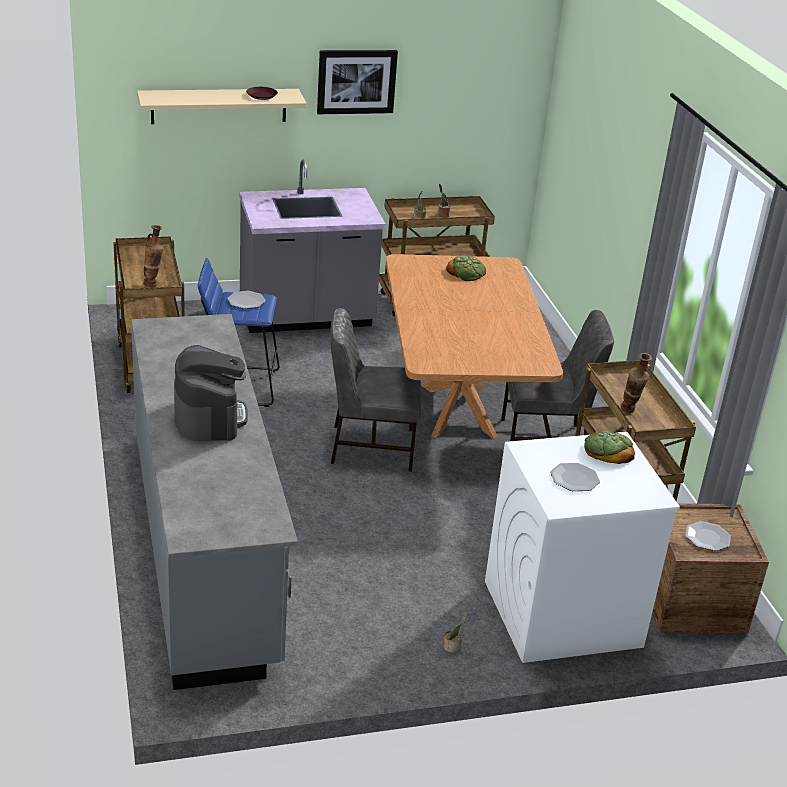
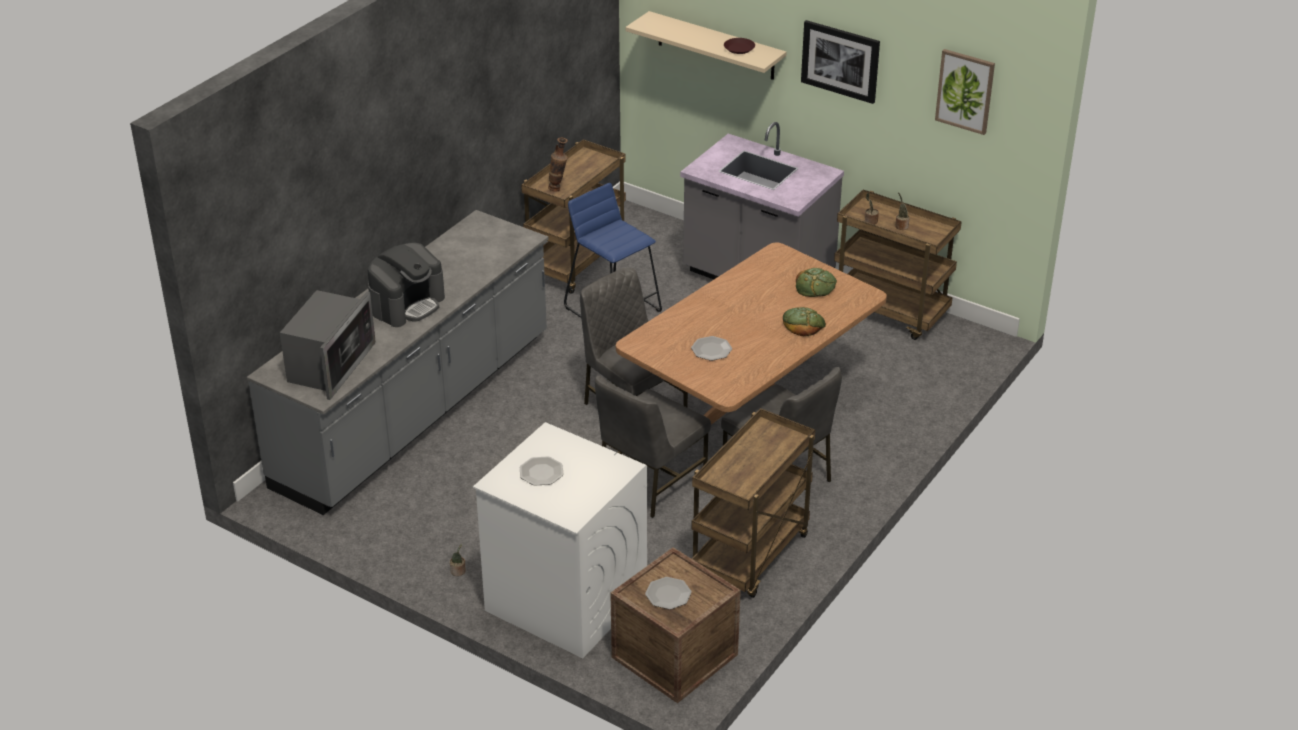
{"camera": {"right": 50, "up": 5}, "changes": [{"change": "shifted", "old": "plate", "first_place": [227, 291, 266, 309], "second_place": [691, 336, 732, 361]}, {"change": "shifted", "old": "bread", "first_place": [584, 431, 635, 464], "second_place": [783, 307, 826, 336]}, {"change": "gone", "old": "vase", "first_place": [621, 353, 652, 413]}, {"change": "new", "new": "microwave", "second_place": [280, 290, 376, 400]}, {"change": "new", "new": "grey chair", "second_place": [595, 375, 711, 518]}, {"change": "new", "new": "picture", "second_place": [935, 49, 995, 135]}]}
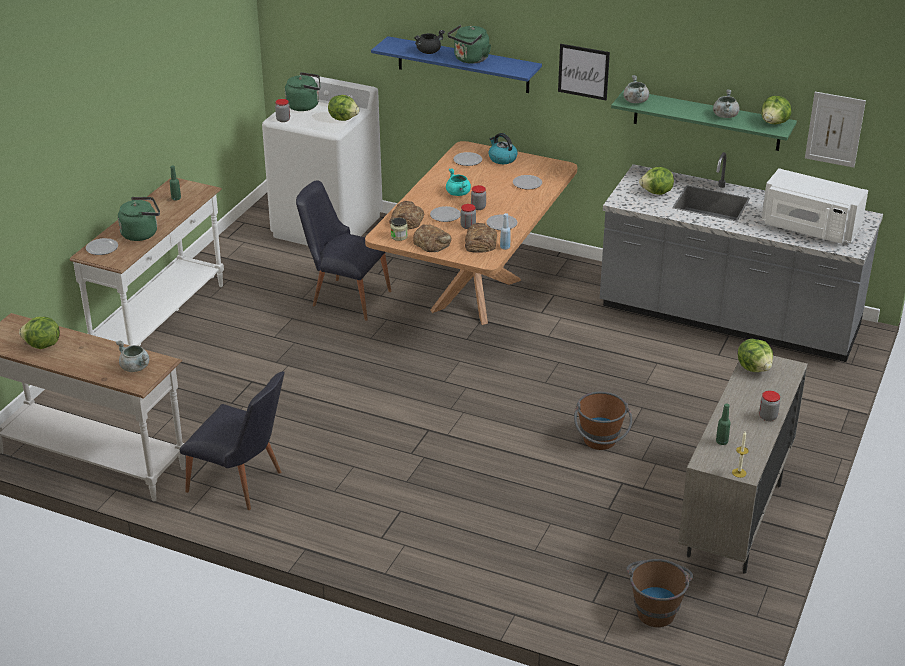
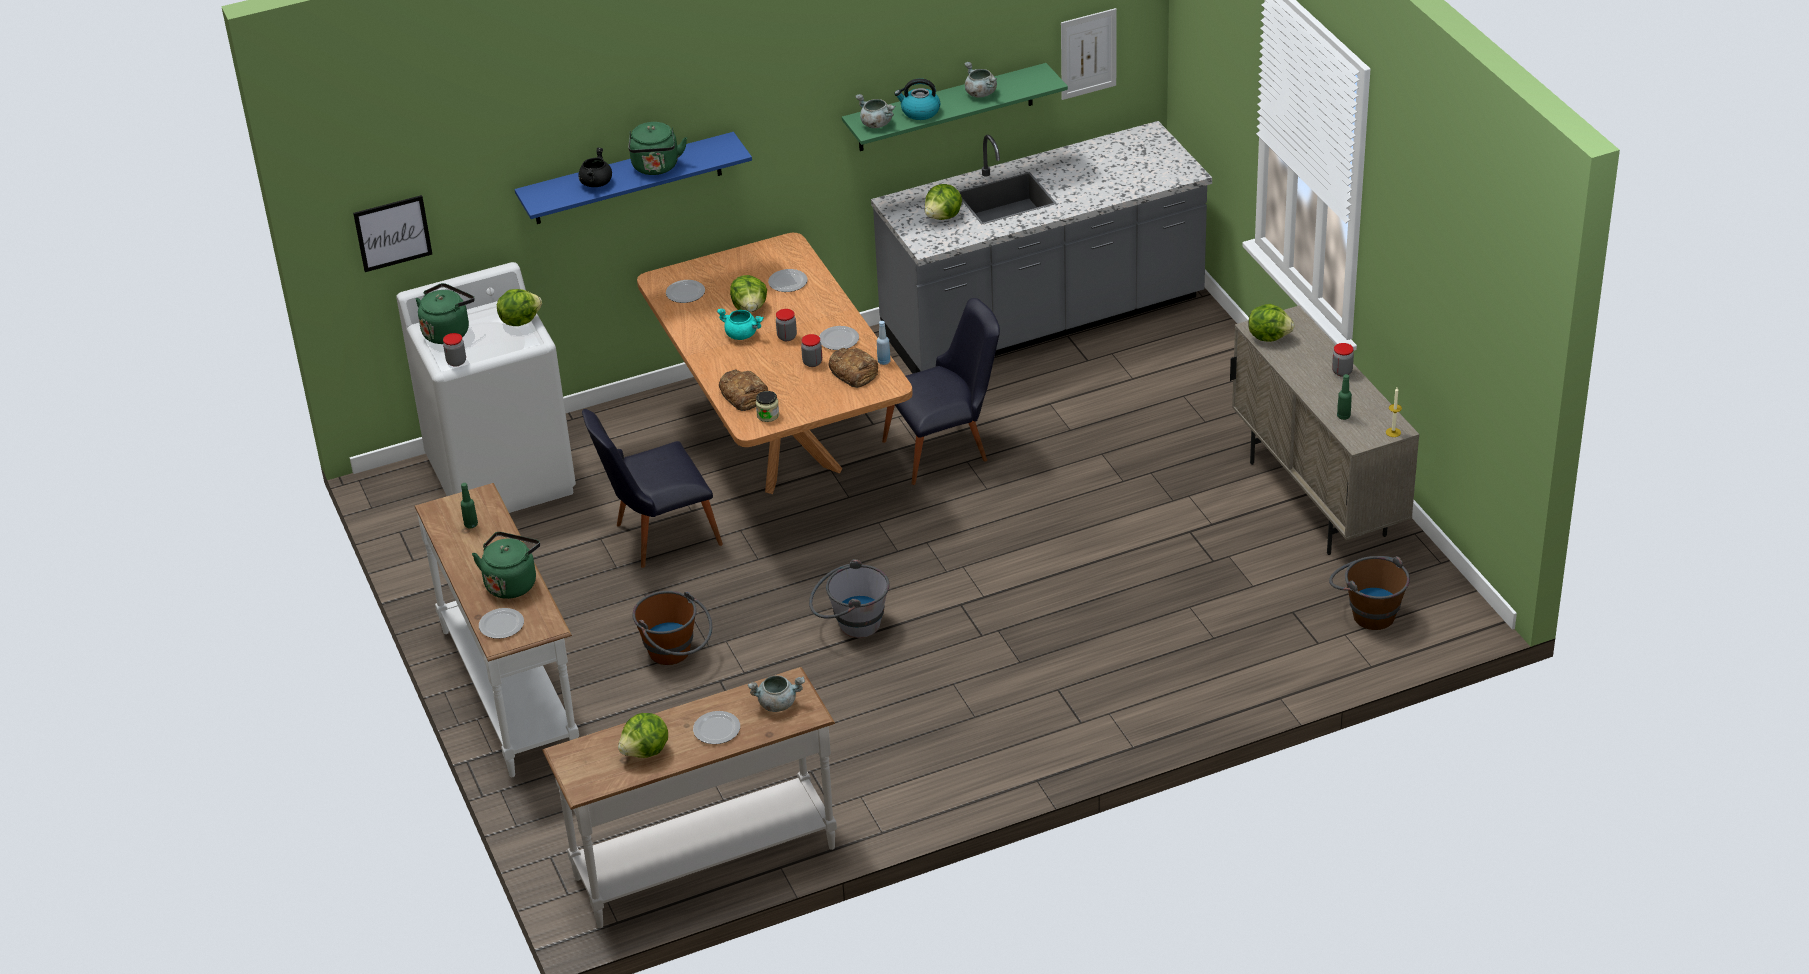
{"camera": {"right": -45, "up": 5}, "changes": [{"change": "shifted", "old": "black chair", "first_place": [180, 371, 285, 510], "second_place": [882, 298, 1000, 485]}, {"change": "gone", "old": "bread", "first_place": [413, 224, 452, 252]}, {"change": "shifted", "old": "plate", "first_place": [430, 206, 461, 222], "second_place": [693, 711, 740, 744]}, {"change": "shifted", "old": "kettle", "first_place": [488, 133, 518, 164], "second_place": [894, 78, 940, 120]}, {"change": "shifted", "old": "picture", "first_place": [558, 44, 610, 100], "second_place": [353, 195, 432, 272]}, {"change": "shifted", "old": "brown bucket", "first_place": [574, 392, 632, 450], "second_place": [632, 591, 712, 665]}, {"change": "gone", "old": "white microwave", "first_place": [761, 168, 868, 244]}, {"change": "shifted", "old": "lettuce", "first_place": [762, 96, 791, 124], "second_place": [730, 275, 767, 312]}, {"change": "new", "new": "grey bucket", "second_place": [809, 559, 890, 638]}]}
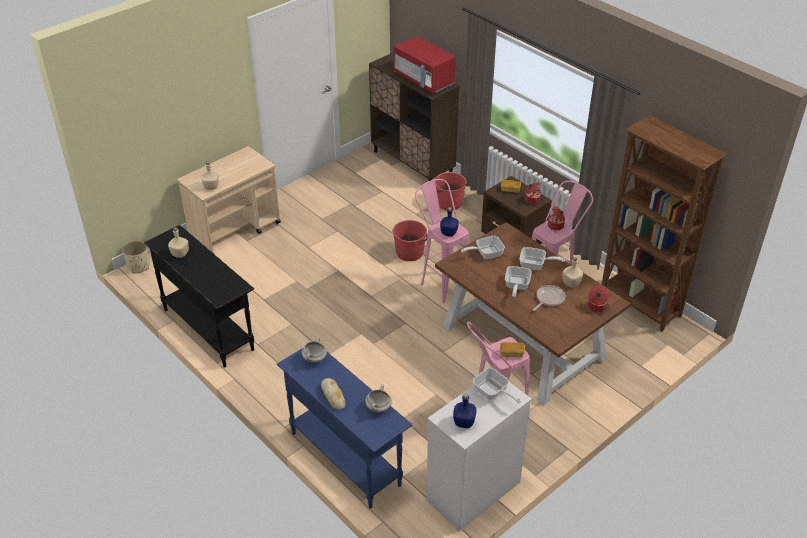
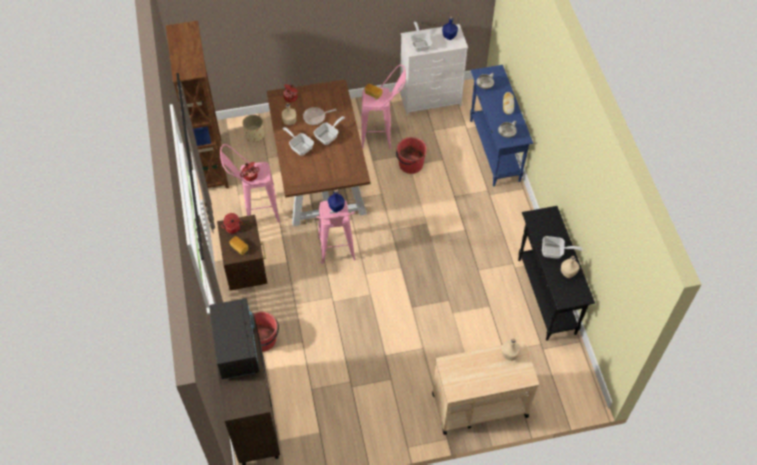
{"camera": {"right": -150, "up": 15}, "changes": [{"change": "shifted", "old": "beige planter", "first_place": [122, 241, 150, 274], "second_place": [243, 115, 264, 142]}, {"change": "shifted", "old": "red bucket", "first_place": [392, 220, 428, 261], "second_place": [396, 137, 427, 174]}, {"change": "repainted", "old": "red microwave", "new": "black microwave", "first_place": [394, 36, 456, 93], "second_place": [209, 298, 260, 380]}, {"change": "shifted", "old": "frying pan", "first_place": [461, 236, 505, 259], "second_place": [542, 236, 583, 259]}]}
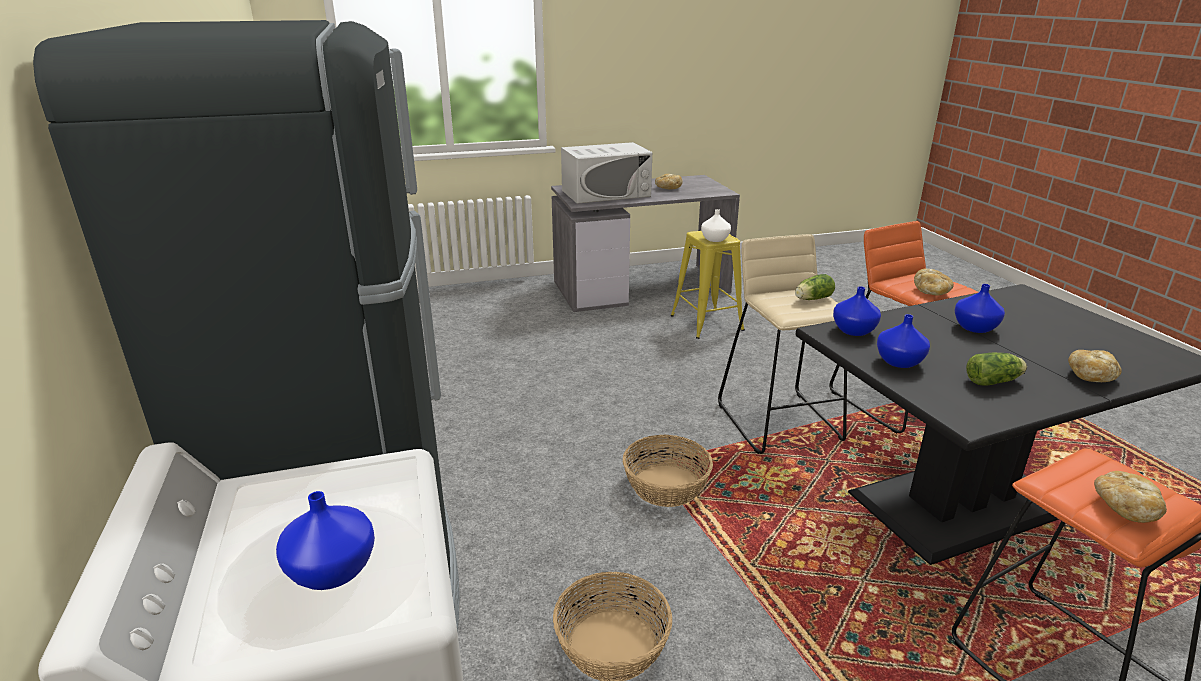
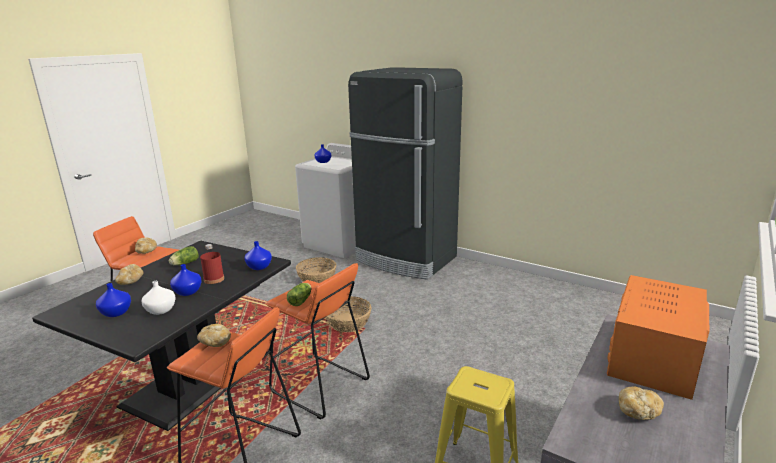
{"camera": {"right": 140, "up": -5}, "changes": [{"change": "repainted", "old": "white microwave", "new": "orange microwave", "first_place": [561, 142, 652, 204], "second_place": [607, 275, 709, 400]}, {"change": "shifted", "old": "white vase", "first_place": [701, 209, 731, 242], "second_place": [141, 281, 176, 315]}, {"change": "repainted", "old": "beige stool", "new": "orange stool", "first_place": [718, 234, 847, 454], "second_place": [266, 263, 370, 420]}, {"change": "shifted", "old": "blue vase", "first_place": [877, 314, 930, 368], "second_place": [96, 283, 131, 317]}, {"change": "new", "new": "red bottle", "second_place": [200, 244, 224, 284]}]}
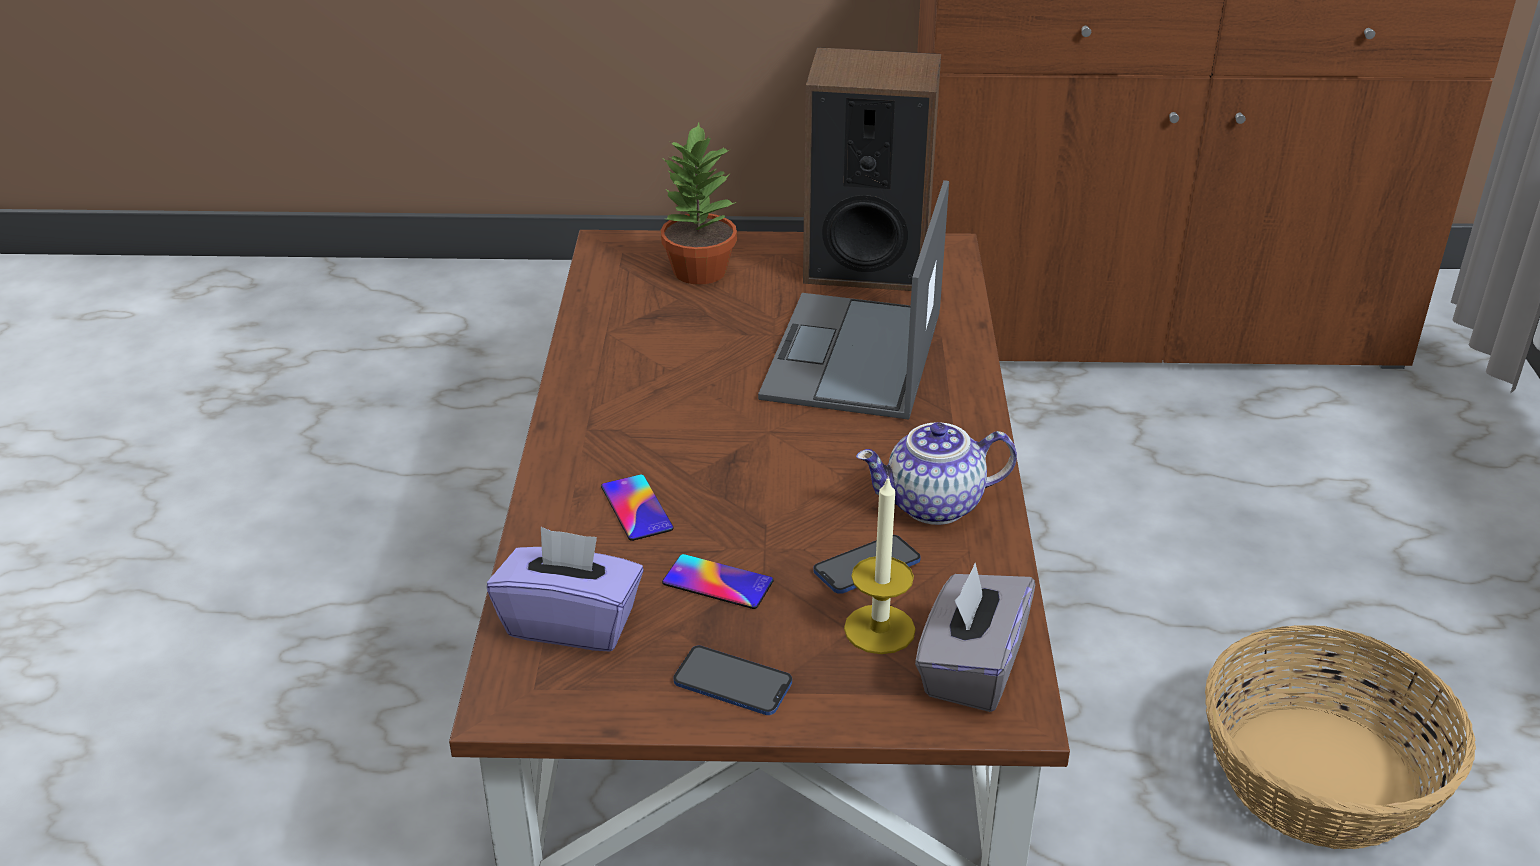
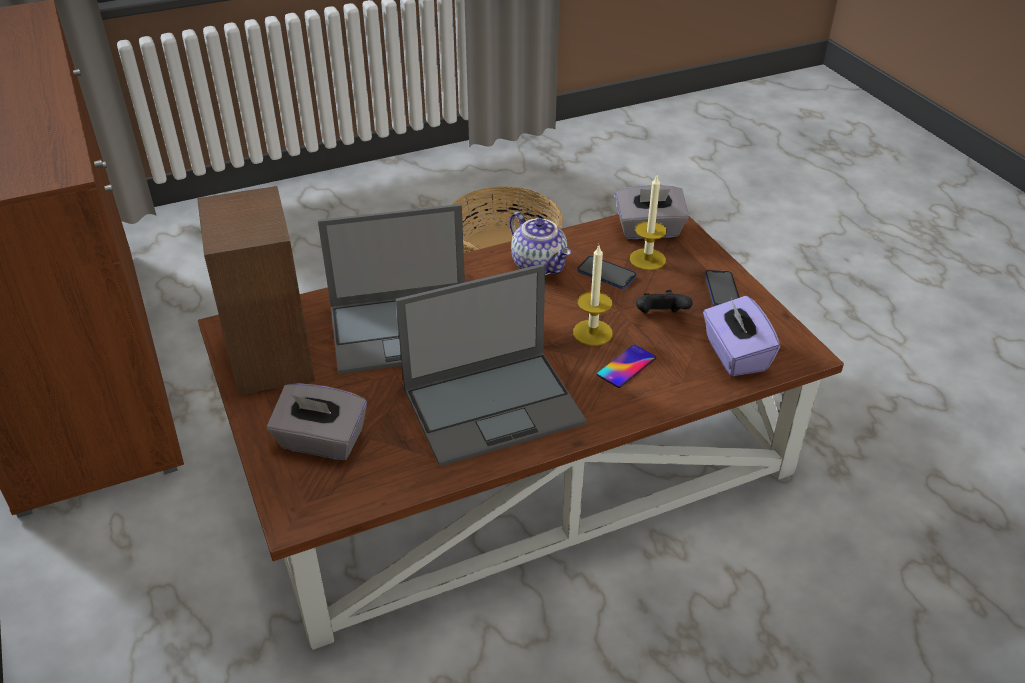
{"camera": {"right": -115, "up": 5}, "changes": [{"change": "swapped", "old": "potted plant", "new": "grey tissue box", "first_place": [661, 123, 737, 285], "second_place": [267, 383, 367, 460]}, {"change": "swapped", "old": "phone", "new": "black game controller", "first_place": [662, 554, 774, 609], "second_place": [636, 290, 693, 313]}, {"change": "new", "new": "laptop", "second_place": [395, 264, 587, 466]}, {"change": "new", "new": "candle", "second_place": [573, 245, 613, 346]}]}
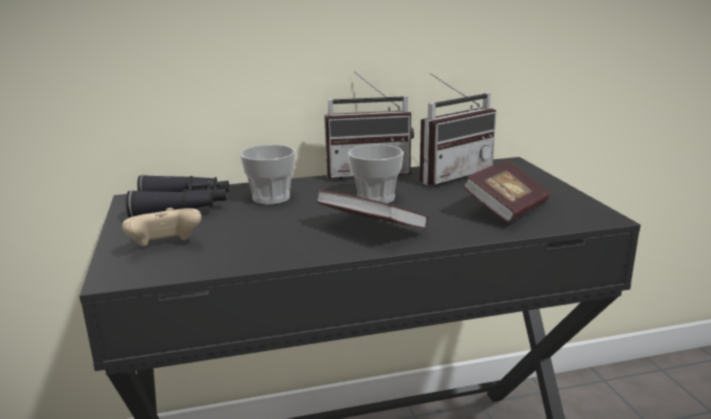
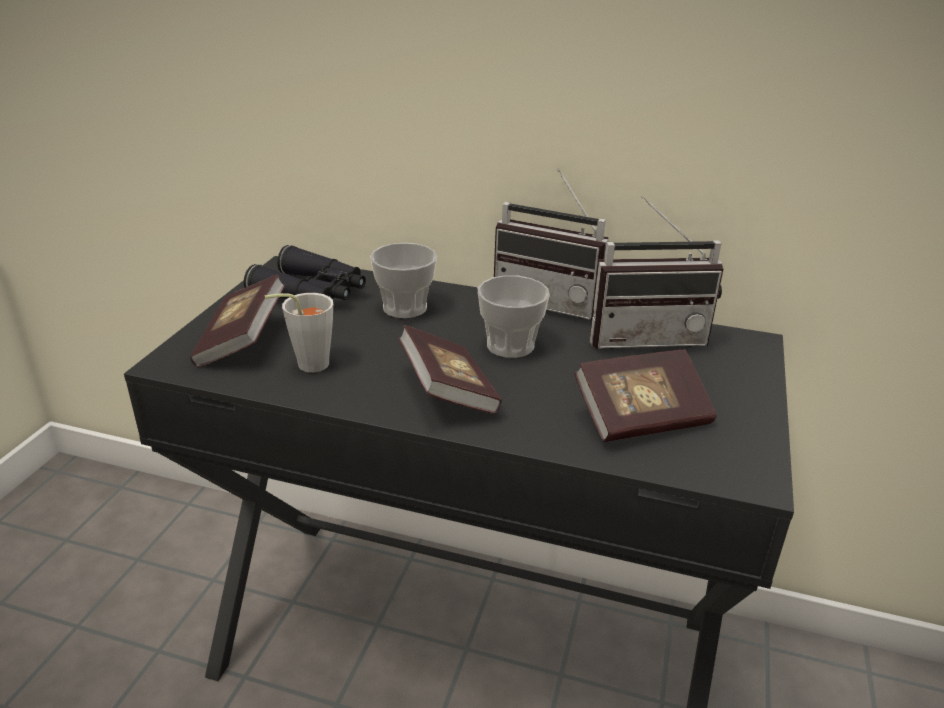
{"camera": {"right": 30, "up": 10}, "changes": [{"change": "swapped", "old": "beige game controller", "new": "book", "first_place": [122, 208, 201, 247], "second_place": [190, 275, 285, 368]}, {"change": "new", "new": "grey cup", "second_place": [265, 293, 333, 372]}]}
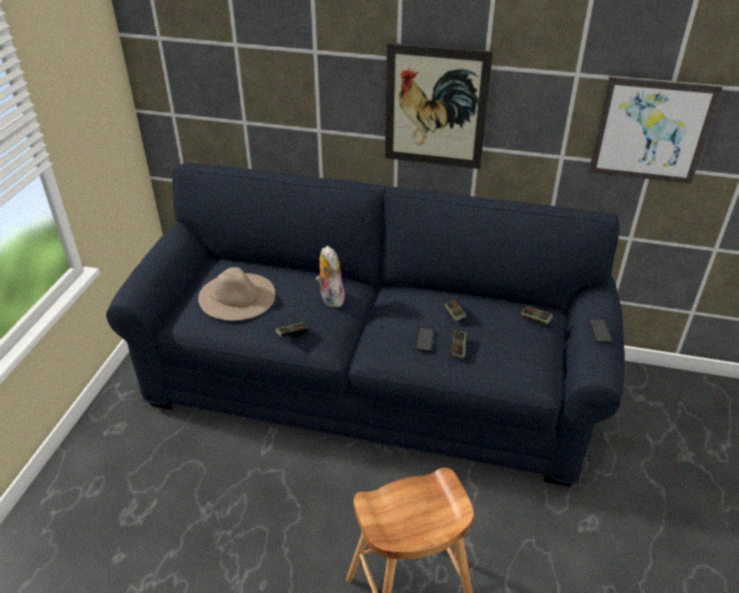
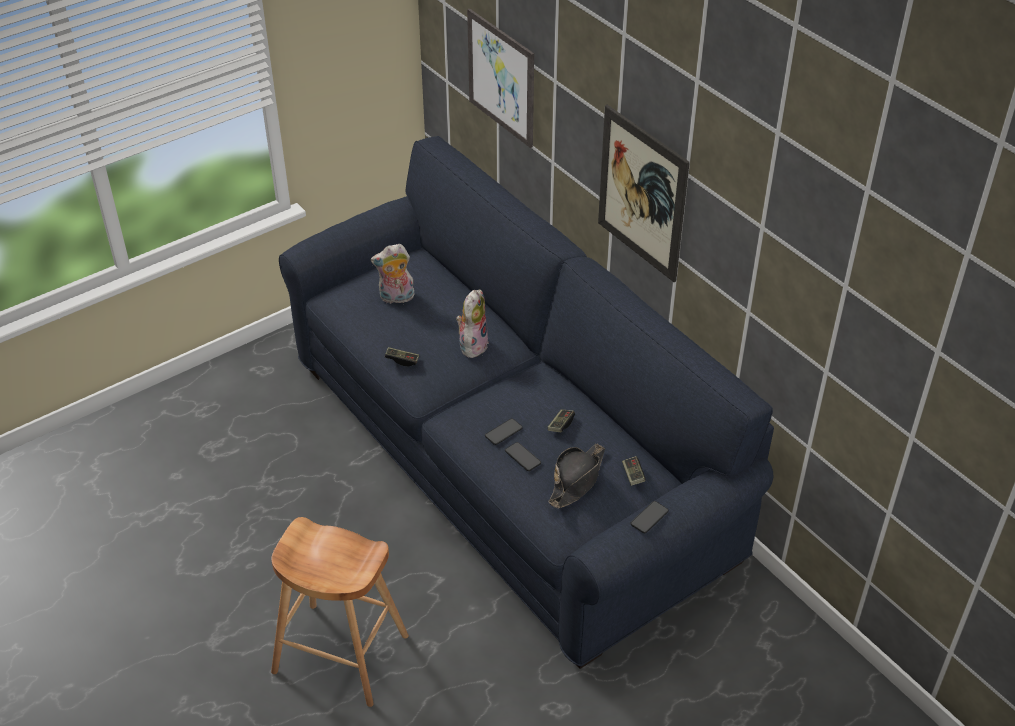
{"camera": {"right": 40, "up": 5}, "changes": [{"change": "swapped", "old": "beige hat", "new": "plush toy", "first_place": [198, 267, 275, 321], "second_place": [371, 244, 414, 304]}, {"change": "swapped", "old": "game controller", "new": "phone", "first_place": [450, 330, 466, 359], "second_place": [505, 442, 541, 471]}, {"change": "shifted", "old": "picture", "first_place": [589, 77, 723, 184], "second_place": [467, 9, 534, 148]}, {"change": "new", "new": "black hat", "second_place": [548, 443, 605, 508]}]}
